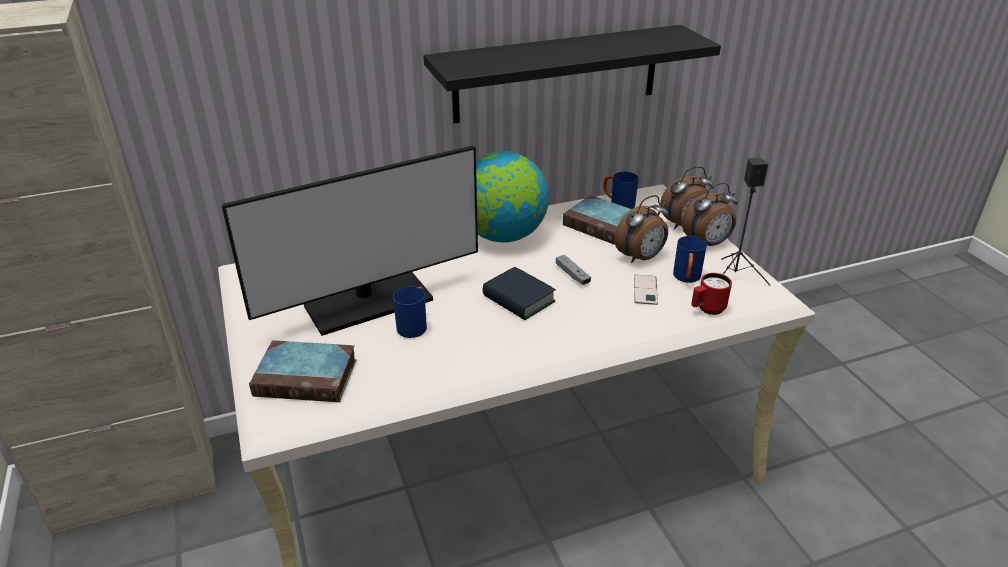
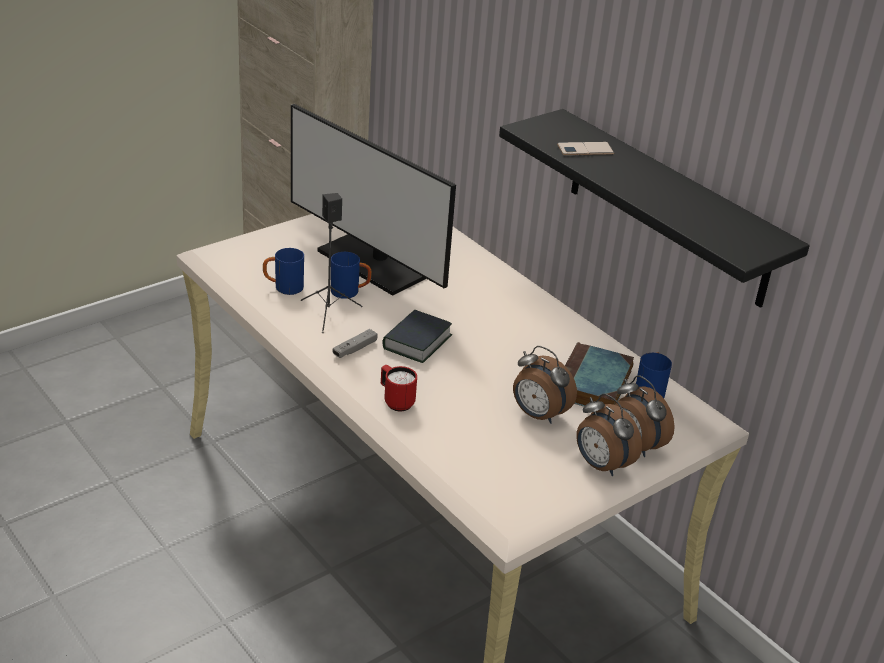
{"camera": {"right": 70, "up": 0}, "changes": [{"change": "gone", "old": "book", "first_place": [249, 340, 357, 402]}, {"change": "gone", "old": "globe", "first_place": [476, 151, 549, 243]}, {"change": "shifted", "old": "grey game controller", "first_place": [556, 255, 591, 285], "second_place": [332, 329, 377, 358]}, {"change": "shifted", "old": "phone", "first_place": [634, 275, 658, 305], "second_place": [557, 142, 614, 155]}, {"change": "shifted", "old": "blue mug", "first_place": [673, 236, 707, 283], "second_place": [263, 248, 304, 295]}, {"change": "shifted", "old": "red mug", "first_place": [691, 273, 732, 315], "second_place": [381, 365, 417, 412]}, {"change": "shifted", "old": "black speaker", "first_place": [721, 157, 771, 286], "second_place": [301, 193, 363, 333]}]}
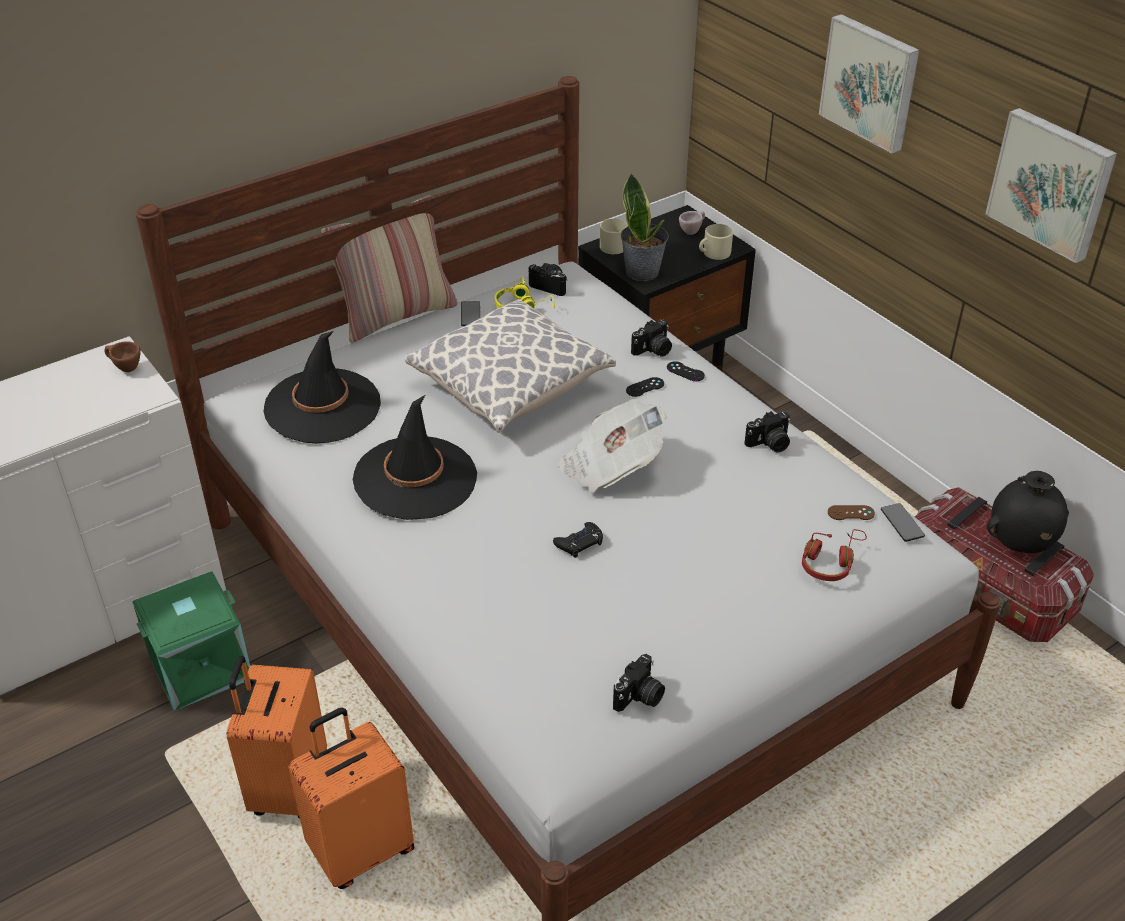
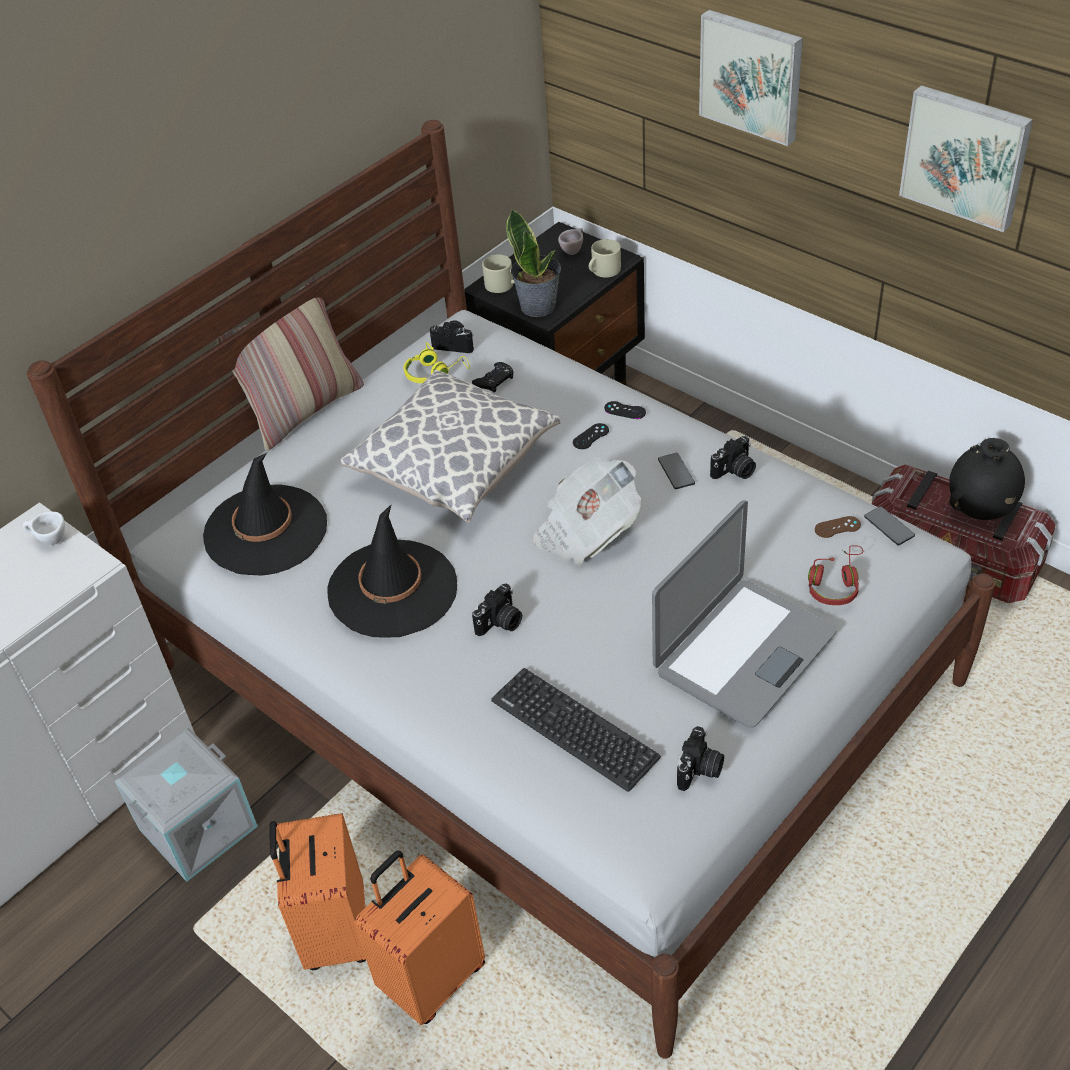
{"camera": {"right": -10, "up": 5}, "changes": [{"change": "repainted", "old": "brown cup", "new": "white cup", "first_place": [104, 341, 141, 372], "second_place": [23, 512, 65, 545]}, {"change": "repainted", "old": "green storage box", "new": "grey storage box", "first_place": [132, 571, 250, 711], "second_place": [115, 728, 258, 882]}, {"change": "shifted", "old": "phone", "first_place": [461, 301, 480, 326], "second_place": [658, 453, 695, 489]}, {"change": "shifted", "old": "black game controller", "first_place": [553, 522, 603, 558], "second_place": [472, 362, 514, 392]}, {"change": "shifted", "old": "photo camera", "first_place": [631, 319, 672, 357], "second_place": [472, 584, 522, 636]}, {"change": "new", "new": "keyboard", "second_place": [491, 668, 661, 792]}, {"change": "new", "new": "laptop", "second_place": [652, 500, 837, 728]}]}
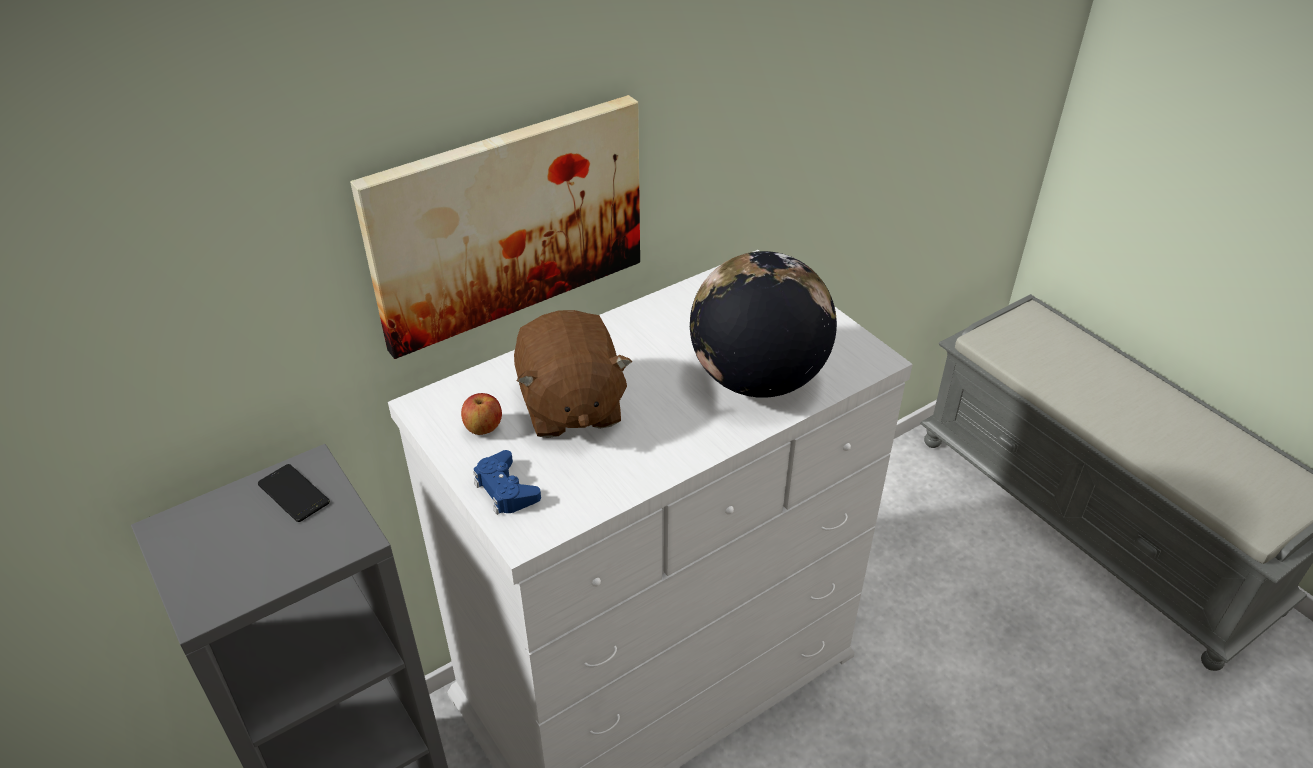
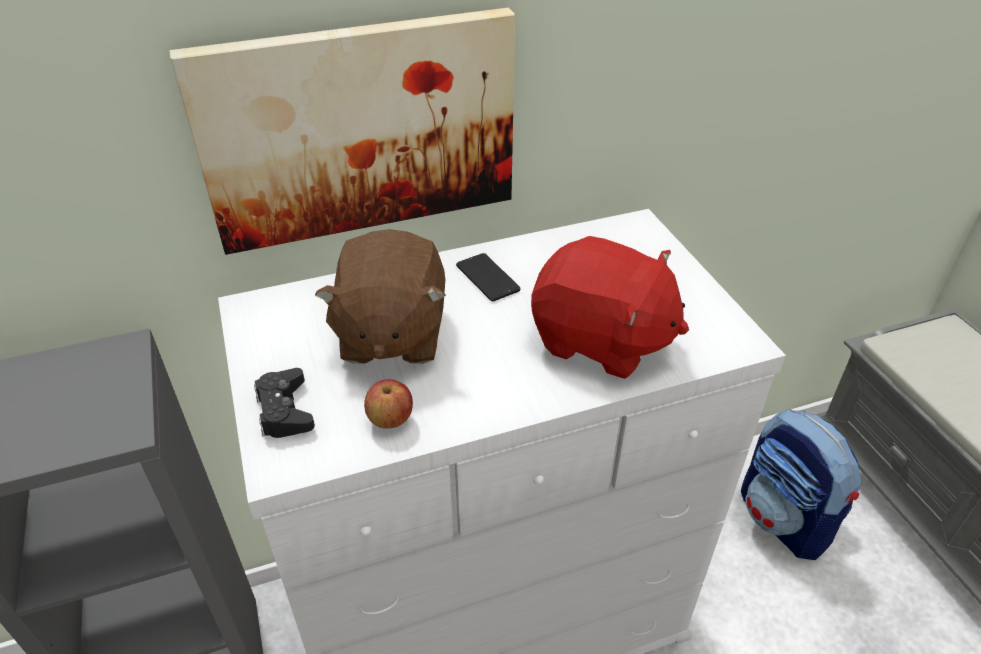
{"camera": {"right": 15, "up": 0}, "changes": [{"change": "shifted", "old": "phone", "first_place": [258, 464, 330, 522], "second_place": [456, 253, 520, 302]}, {"change": "shifted", "old": "apple", "first_place": [461, 393, 502, 435], "second_place": [364, 379, 413, 429]}, {"change": "repainted", "old": "blue game controller", "new": "black game controller", "first_place": [473, 450, 541, 515], "second_place": [254, 368, 315, 438]}, {"change": "swapped", "old": "globe", "new": "red plush toy", "first_place": [690, 251, 837, 398], "second_place": [531, 236, 689, 379]}, {"change": "new", "new": "backpack", "second_place": [741, 409, 862, 560]}]}
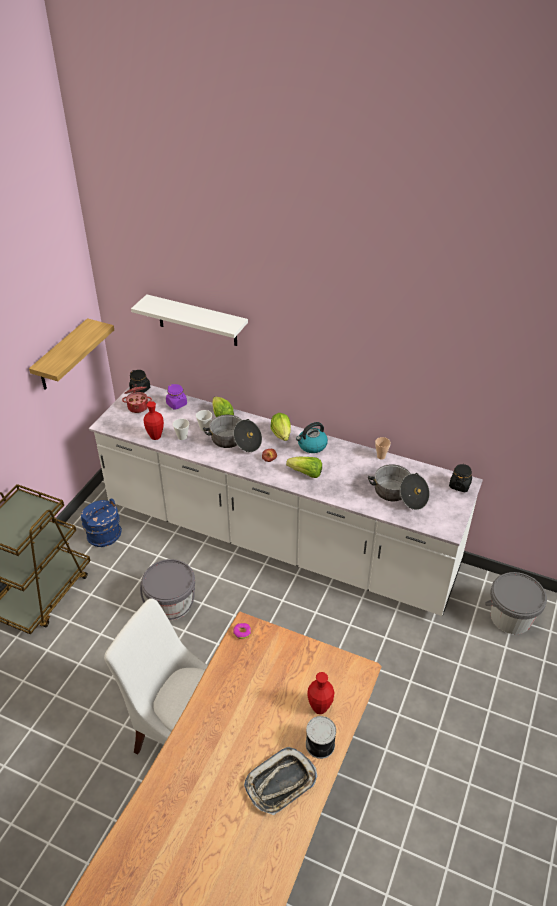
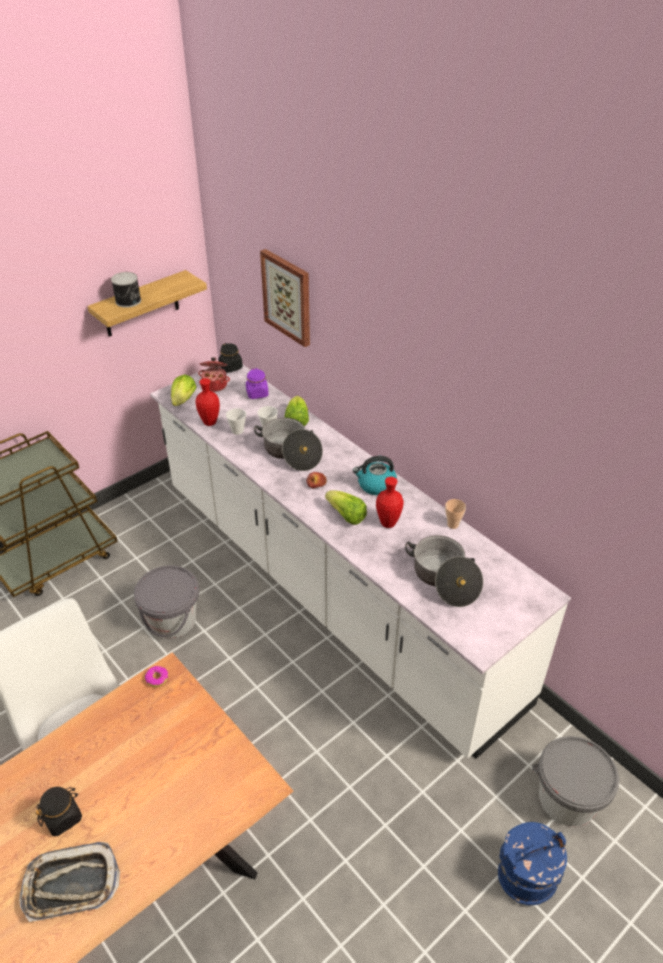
{"camera": {"right": 25, "up": 0}, "changes": [{"change": "shifted", "old": "blue bucket", "first_place": [81, 499, 122, 547], "second_place": [498, 822, 567, 905]}, {"change": "swapped", "old": "white shelf", "new": "picture", "first_place": [131, 294, 248, 346], "second_place": [260, 249, 310, 347]}, {"change": "shifted", "old": "lettuce", "first_place": [270, 413, 291, 441], "second_place": [171, 374, 197, 406]}, {"change": "shifted", "old": "can", "first_place": [306, 716, 336, 759], "second_place": [111, 272, 141, 308]}, {"change": "shifted", "old": "red vase", "first_place": [307, 672, 334, 714], "second_place": [376, 477, 404, 528]}, {"change": "shifted", "old": "black jar", "first_place": [449, 464, 472, 492], "second_place": [35, 787, 82, 836]}]}
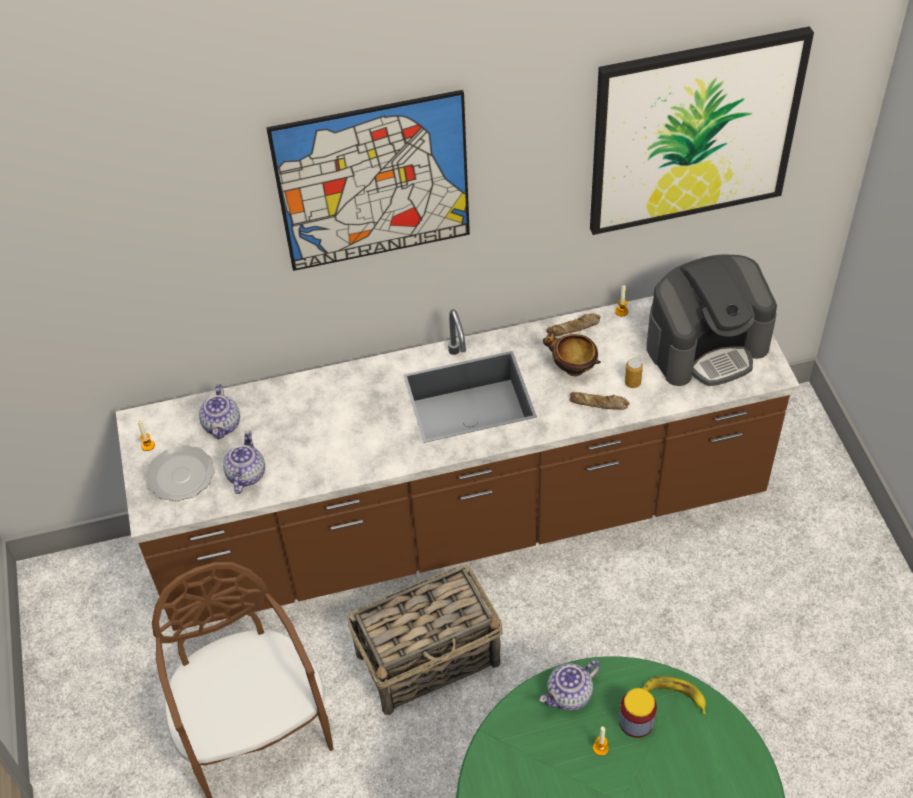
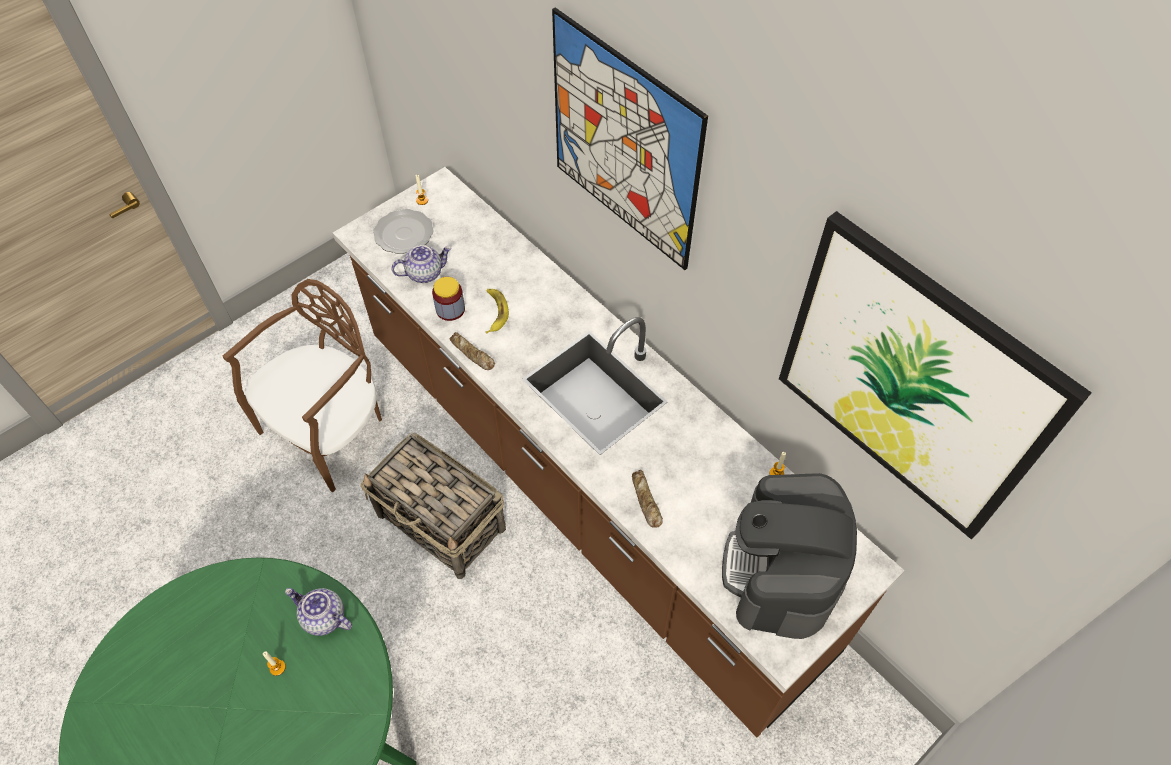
{"camera": {"right": 60, "up": 5}, "changes": [{"change": "gone", "old": "teapot", "first_place": [199, 384, 240, 440]}, {"change": "gone", "old": "bowl", "first_place": [543, 331, 601, 376]}, {"change": "shifted", "old": "bread", "first_place": [546, 313, 600, 336], "second_place": [450, 332, 495, 370]}, {"change": "shifted", "old": "jar", "first_place": [619, 688, 657, 738], "second_place": [432, 277, 465, 321]}, {"change": "gone", "old": "can", "first_place": [625, 358, 643, 388]}, {"change": "shifted", "old": "banana", "first_place": [643, 677, 706, 715], "second_place": [486, 289, 509, 334]}, {"change": "rotated", "old": "coffee machine", "first_place": [646, 254, 777, 386], "second_place": [722, 473, 857, 639], "degrees": 60}]}
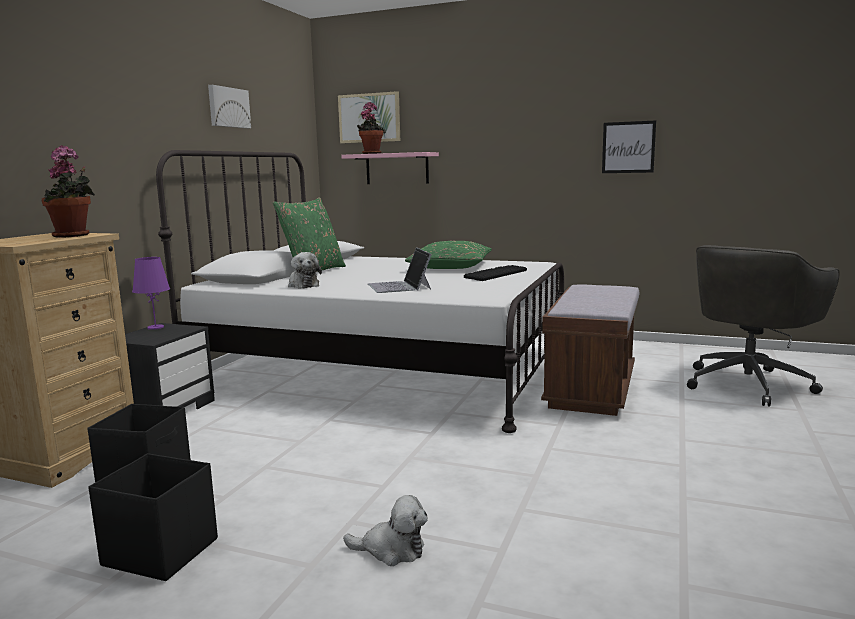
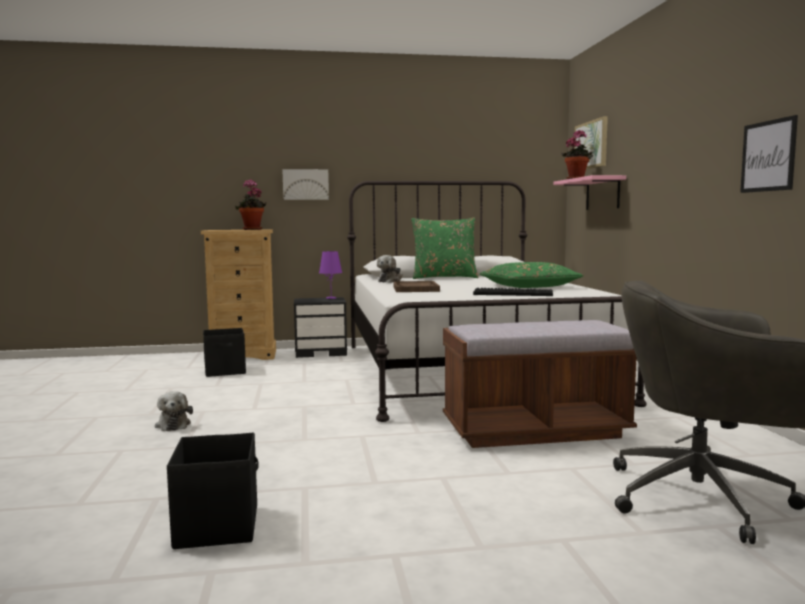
{"camera": {"right": 60, "up": -5}, "changes": [{"change": "shifted", "old": "black storage box", "first_place": [88, 453, 218, 581], "second_place": [167, 432, 259, 549]}, {"change": "shifted", "old": "picture", "first_place": [208, 85, 251, 128], "second_place": [282, 169, 329, 200]}, {"change": "swapped", "old": "laptop", "new": "brown tray", "first_place": [368, 247, 432, 293], "second_place": [393, 281, 440, 292]}]}
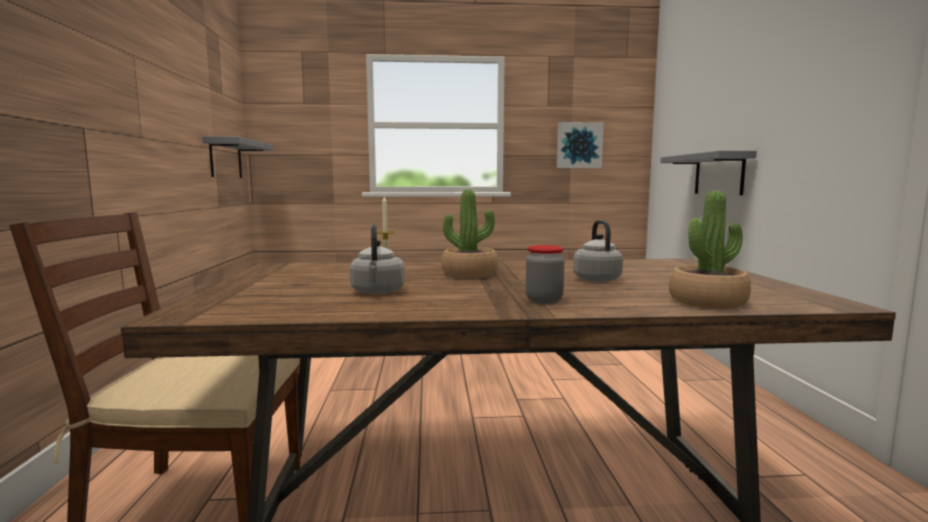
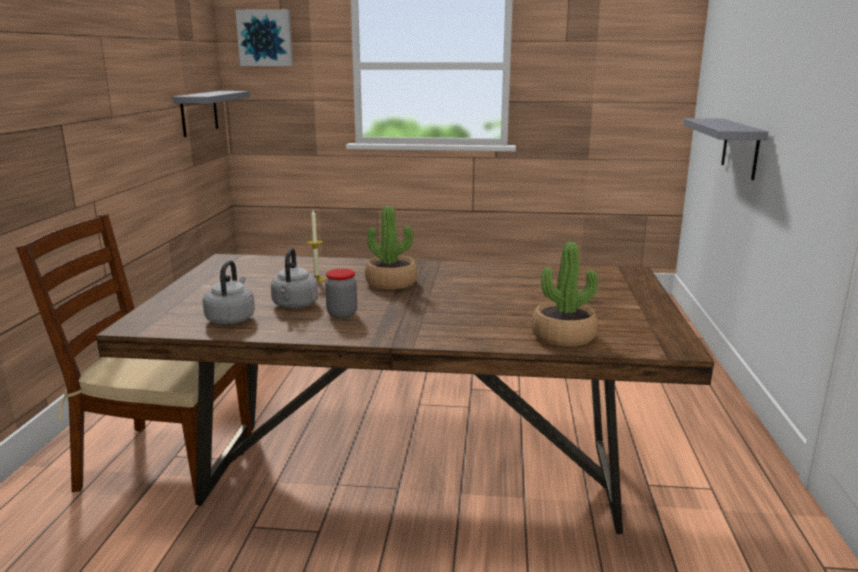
{"camera": {"right": 10, "up": 10}, "changes": [{"change": "shifted", "old": "jar", "first_place": [526, 245, 564, 304], "second_place": [325, 269, 357, 319]}, {"change": "shifted", "old": "picture", "first_place": [557, 122, 604, 168], "second_place": [235, 9, 293, 66]}, {"change": "shifted", "old": "grey kettle", "first_place": [573, 220, 623, 282], "second_place": [203, 260, 255, 325]}]}
